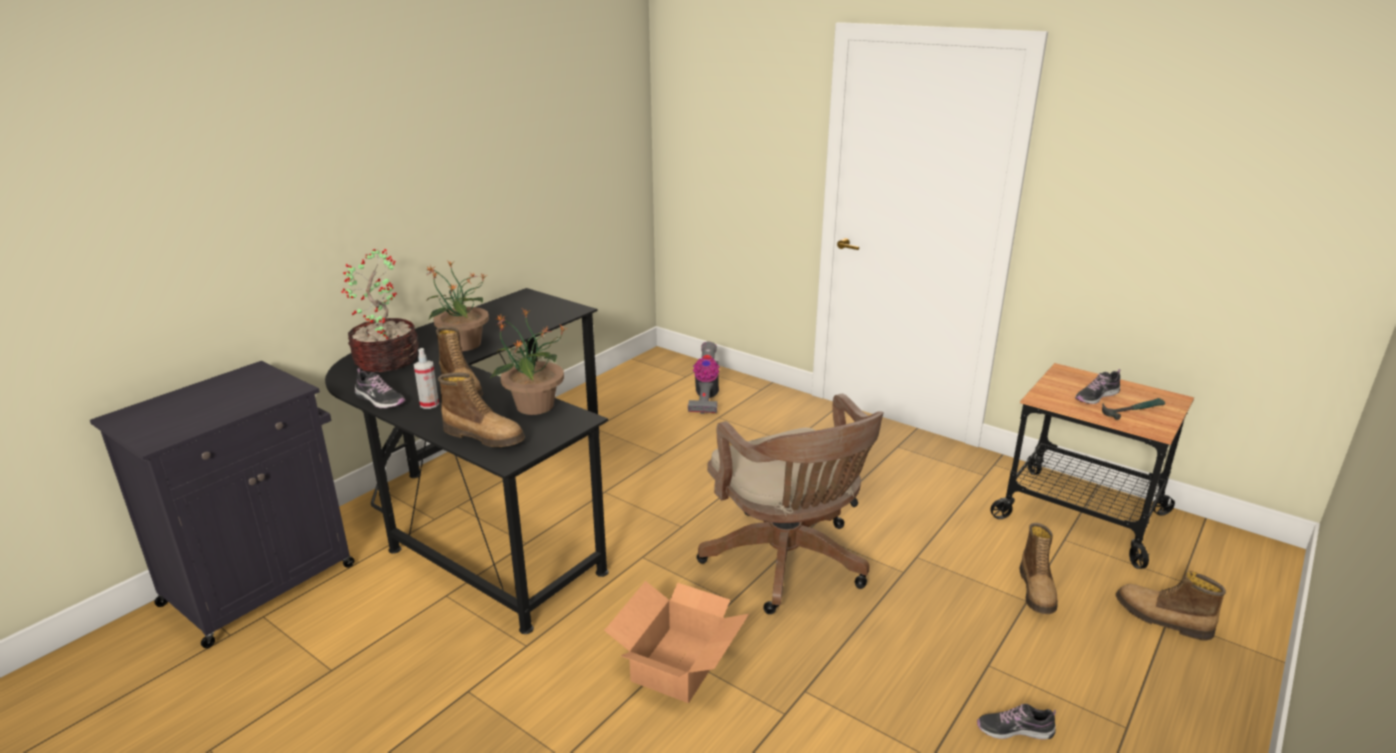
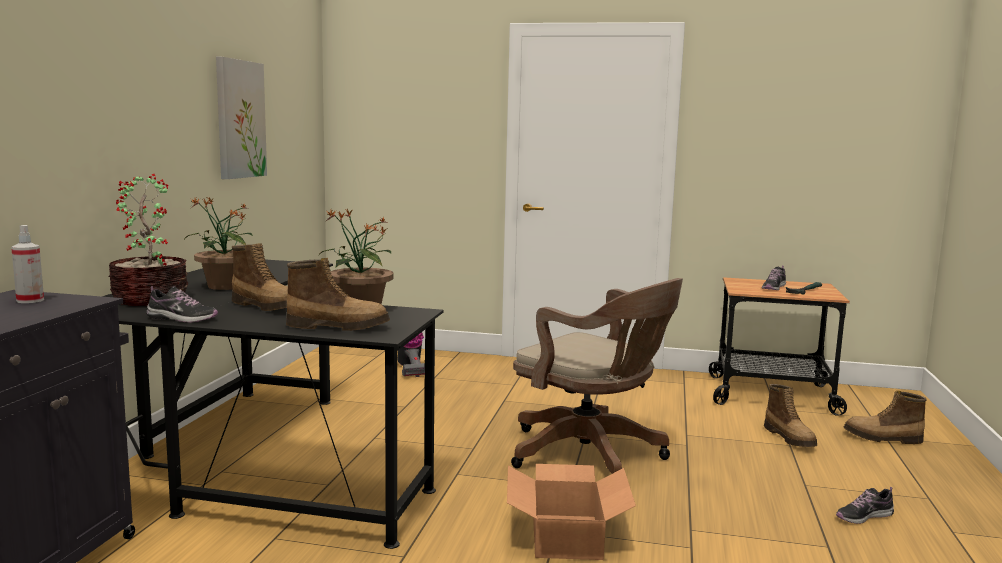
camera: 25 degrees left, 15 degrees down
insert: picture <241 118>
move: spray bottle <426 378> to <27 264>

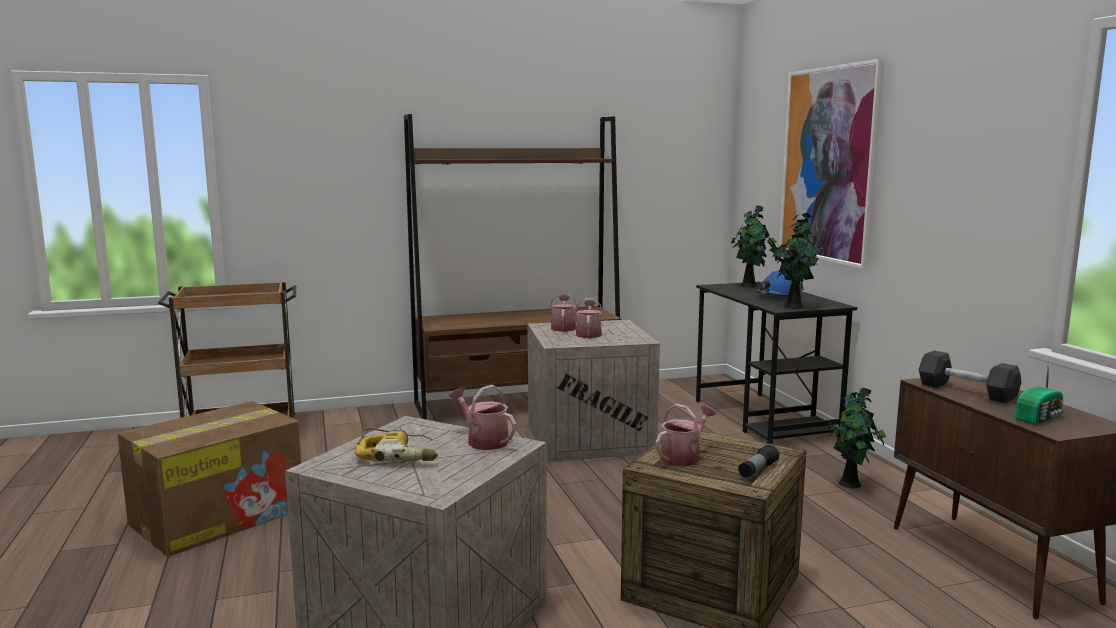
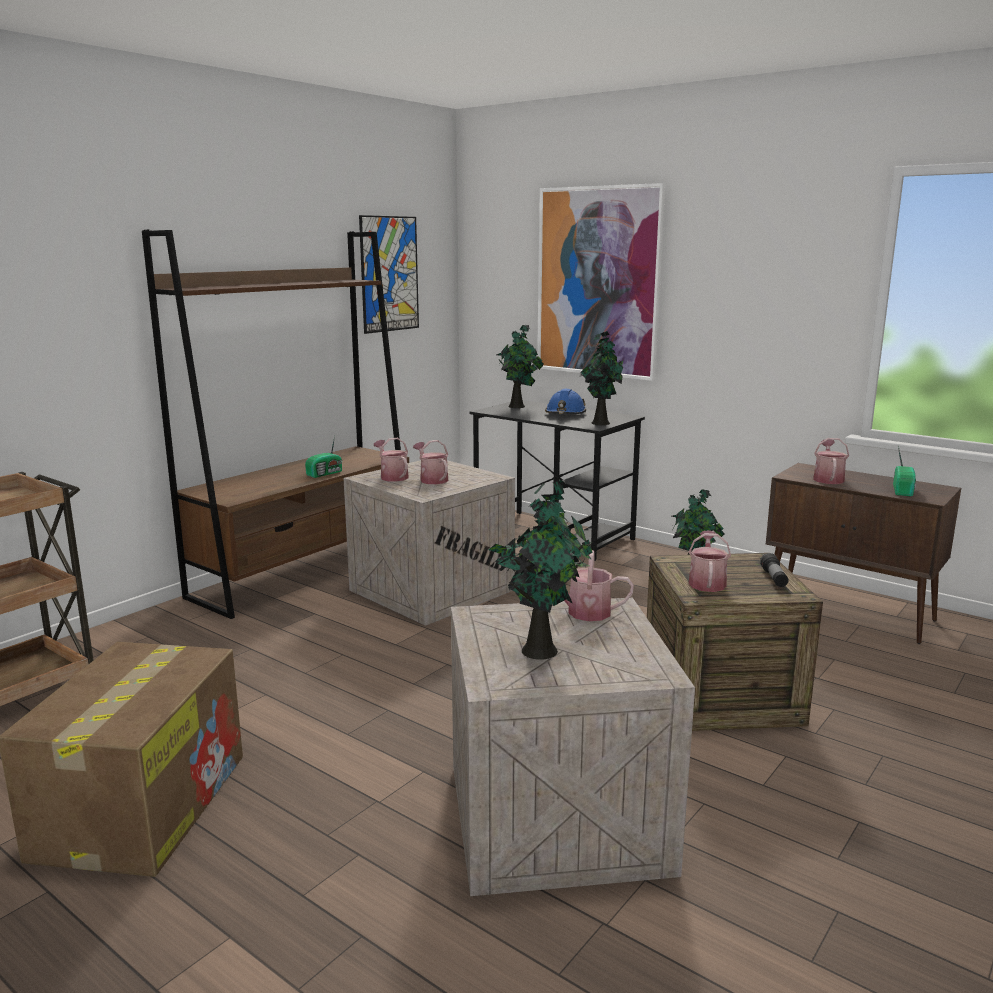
camera: 35 degrees left, 5 degrees up
insert: picture <389 274>; radio <323 457>
replace: dumbbell (grey) <970 376> to watering can <831 461>; power drill <396 445> to potted plant <541 570>

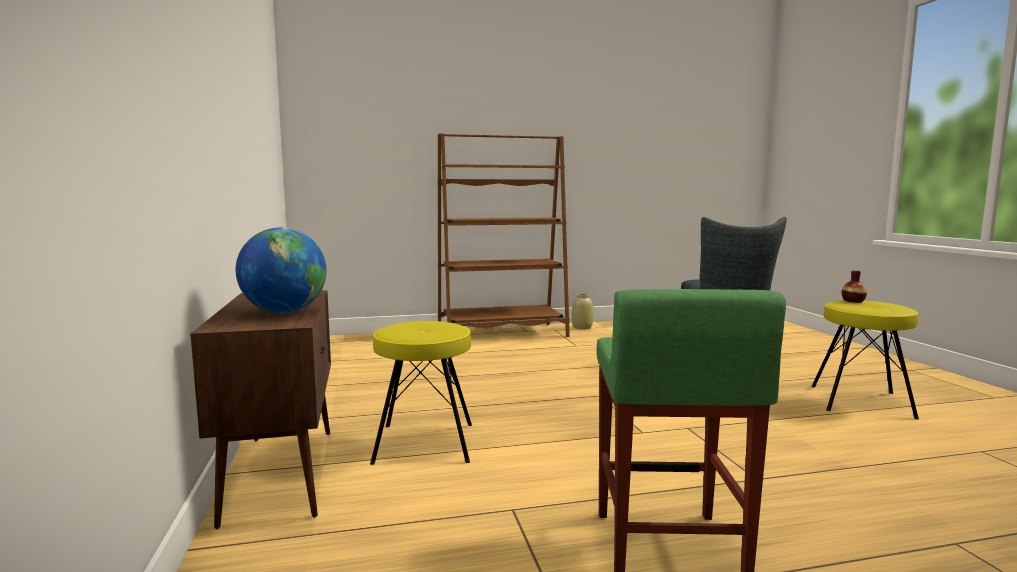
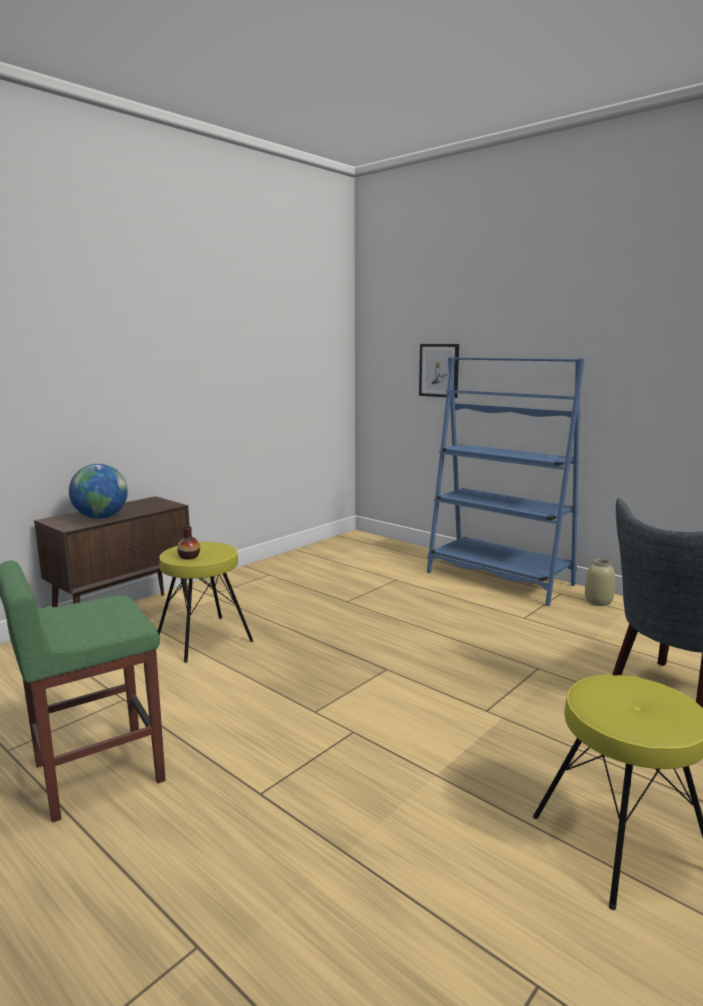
camera: 55 degrees right, 5 degrees up
insert: picture <439 371>
move: vase <854 287> to <188 542>
recolor: bookcase (brown) <504 235> to bookcase (blue) <506 481>

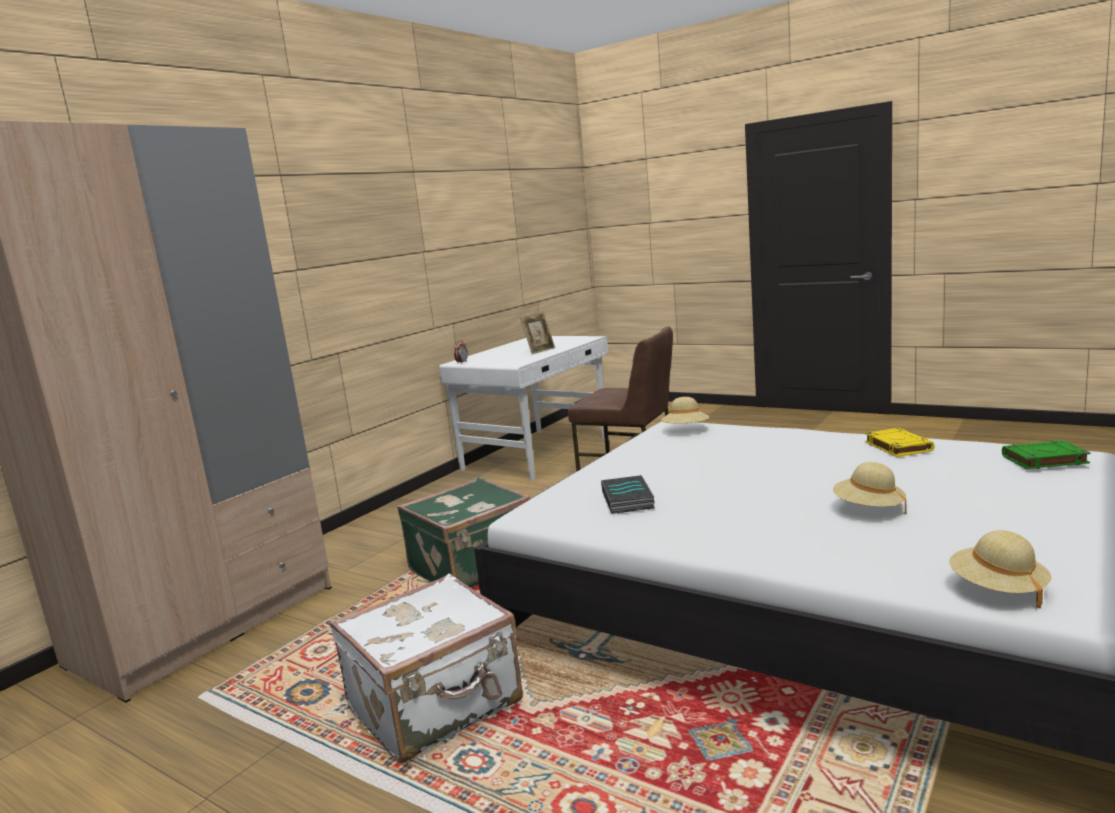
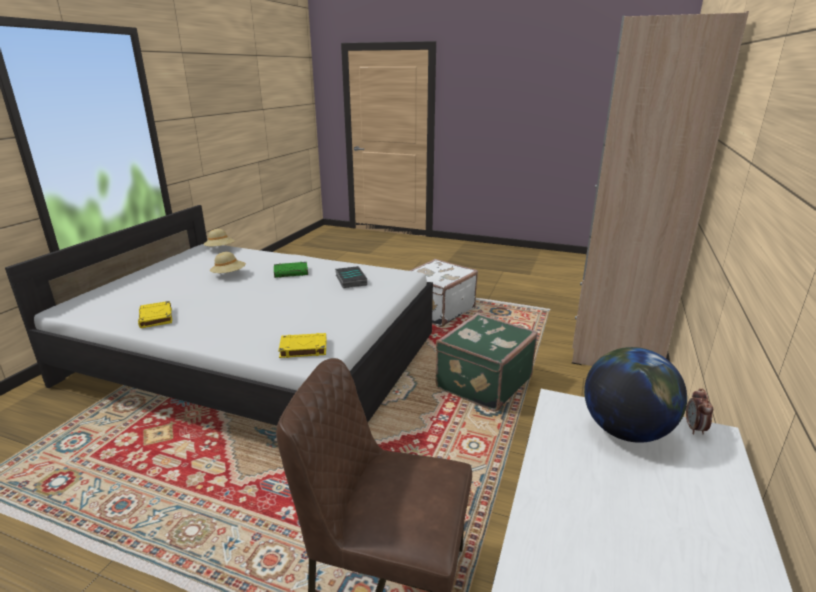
camera: 165 degrees right, 10 degrees up
delete: picture frame <537 333>
insert: globe <635 395>
move: book (green) <1046 454> to <291 270>
replace: hat (beige) <685 410> to book (yellow) <302 345>

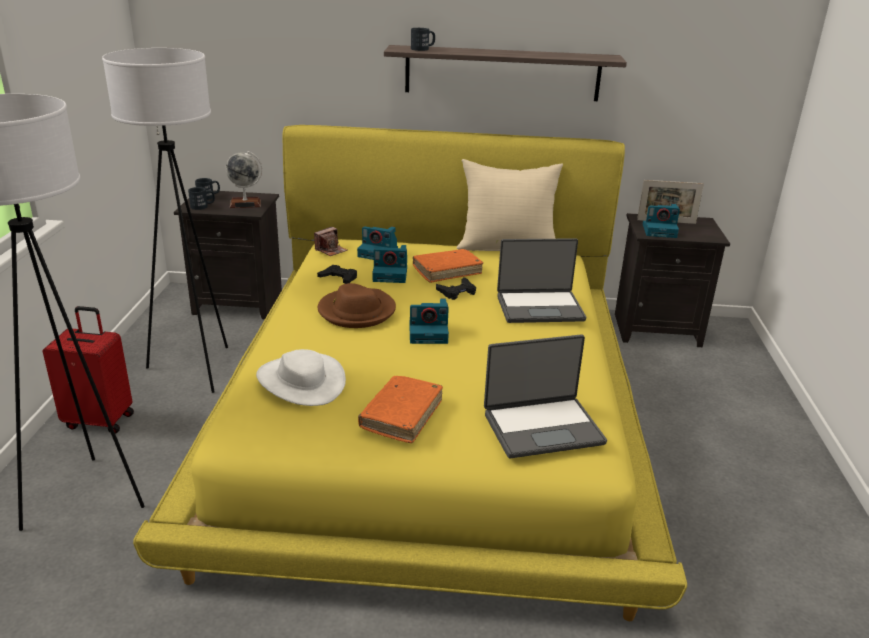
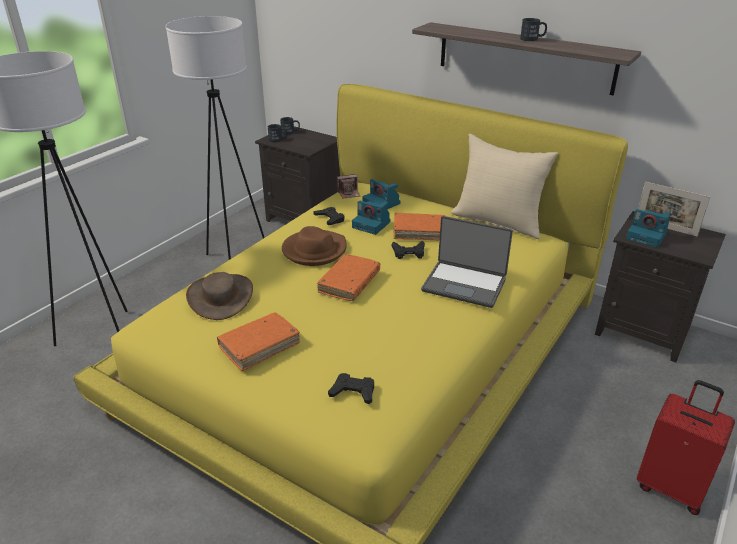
camera: 30 degrees right, 5 degrees up
delete: globe <243 179>
move: mug (black) <423 39> to <533 29>; suitcase (red) <88 370> to <686 447>
replace: photo camera <429 321> to book (orange) <348 277>; laptop <545 396> to game controller (black) <351 388>
recolor: hat (white) <301 377> to hat (brown) <219 296>

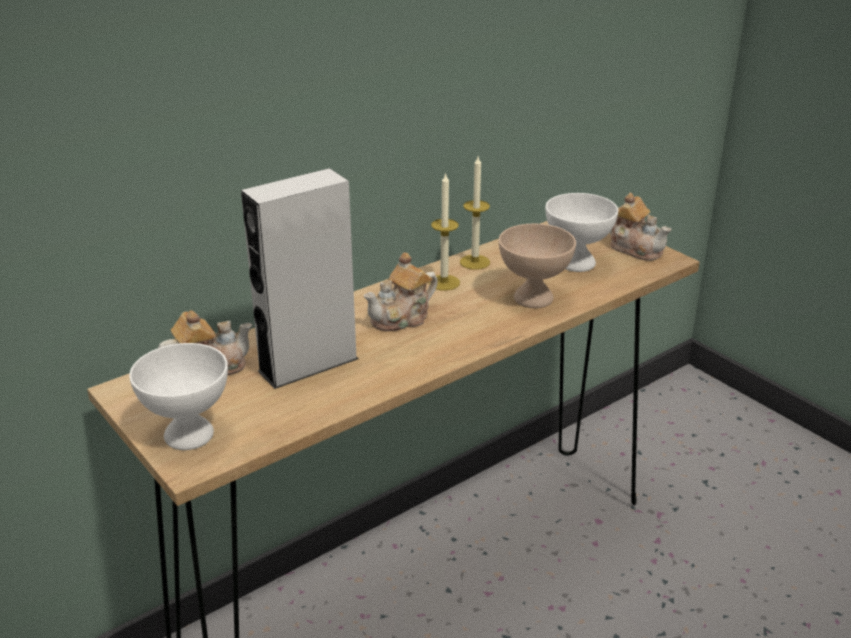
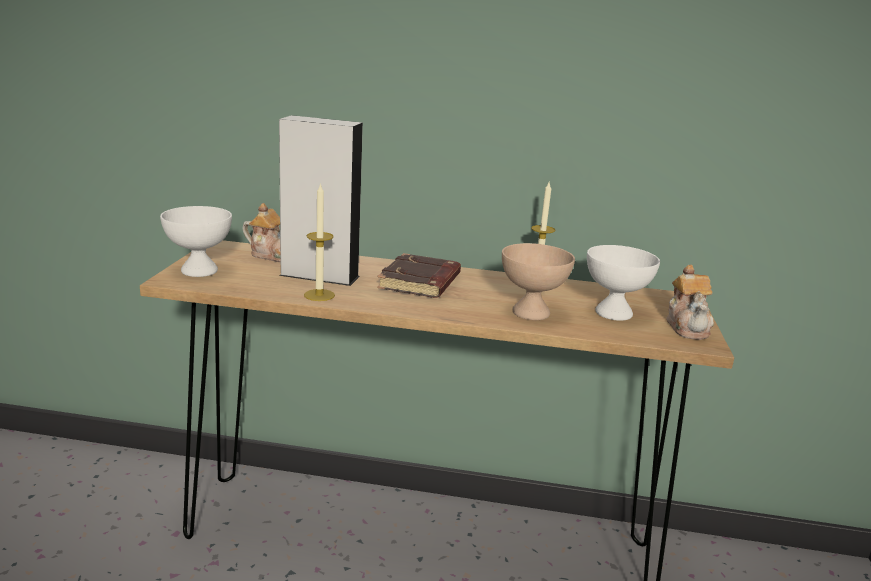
camera: 45 degrees right, 10 degrees down
move: candle <444 231> to <319 242>
replace: teapot <401 291> to book (brown) <419 275>

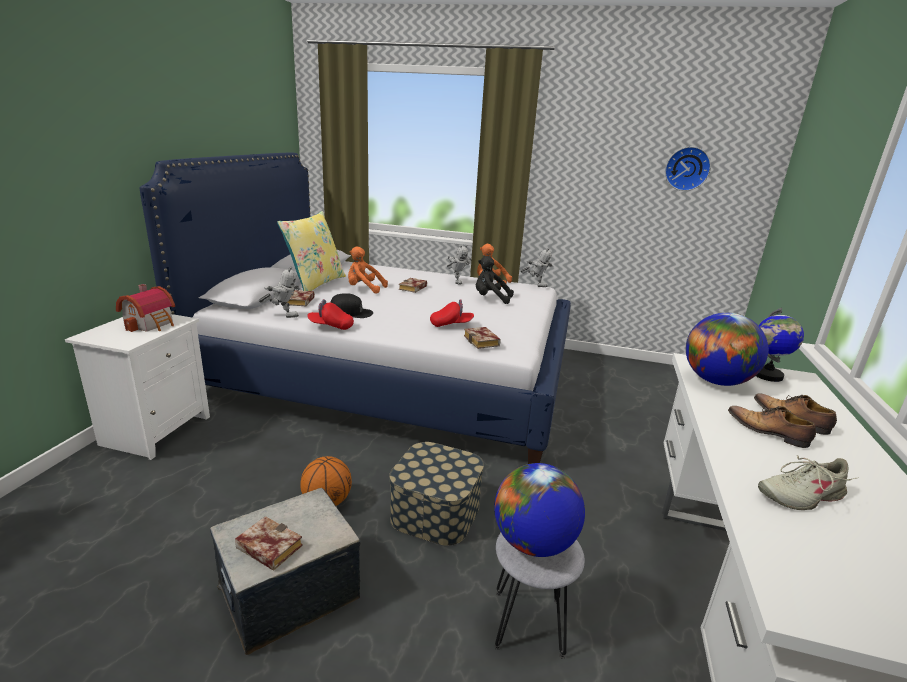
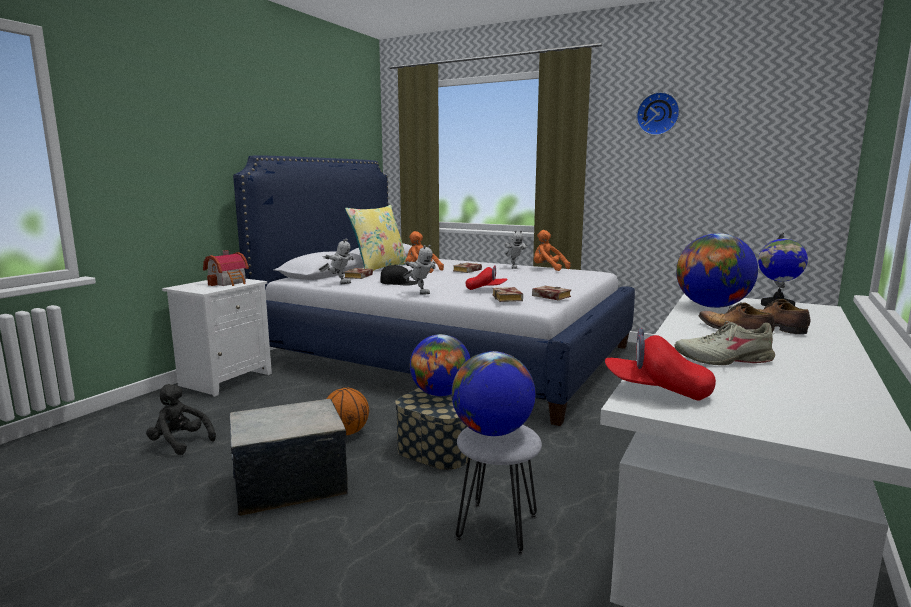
camera: 15 degrees right, 10 degrees down
insert: globe <440 365>
move: wall clock <688 169> to <658 113>; toy robot <537 267> to <419 269>; plush toy (black) <495 280> to <181 419>; cap (red) <330 314> to <660 364>; book <269 543> to <551 293>

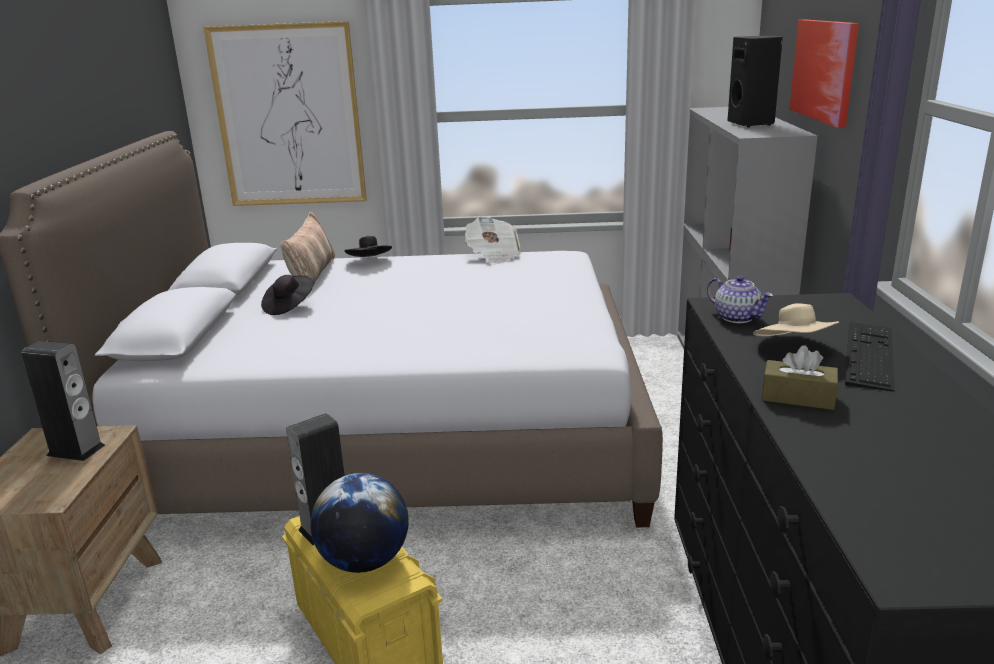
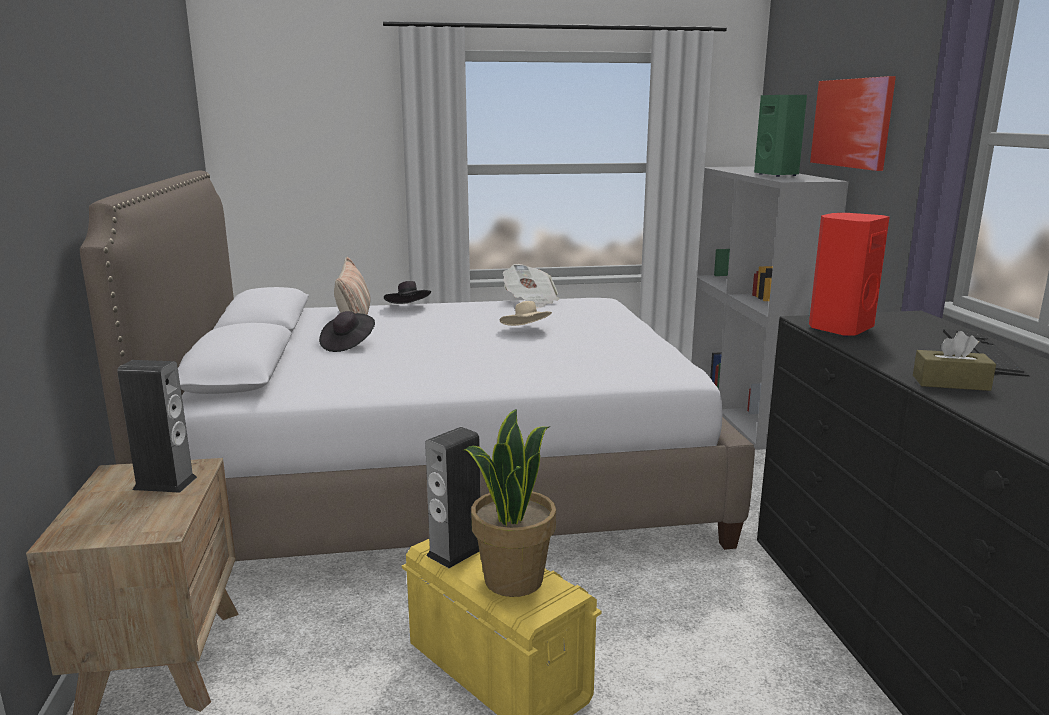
camera: 10 degrees left, 5 degrees down
delete: picture <285 113>
move: hat (beige) <796 319> to <526 313>
replace: teapot <740 299> to speaker (red) <849 275>; globe <359 523> to potted plant <509 503>
recolor: speaker (black) <755 81> to speaker (green) <780 136>

